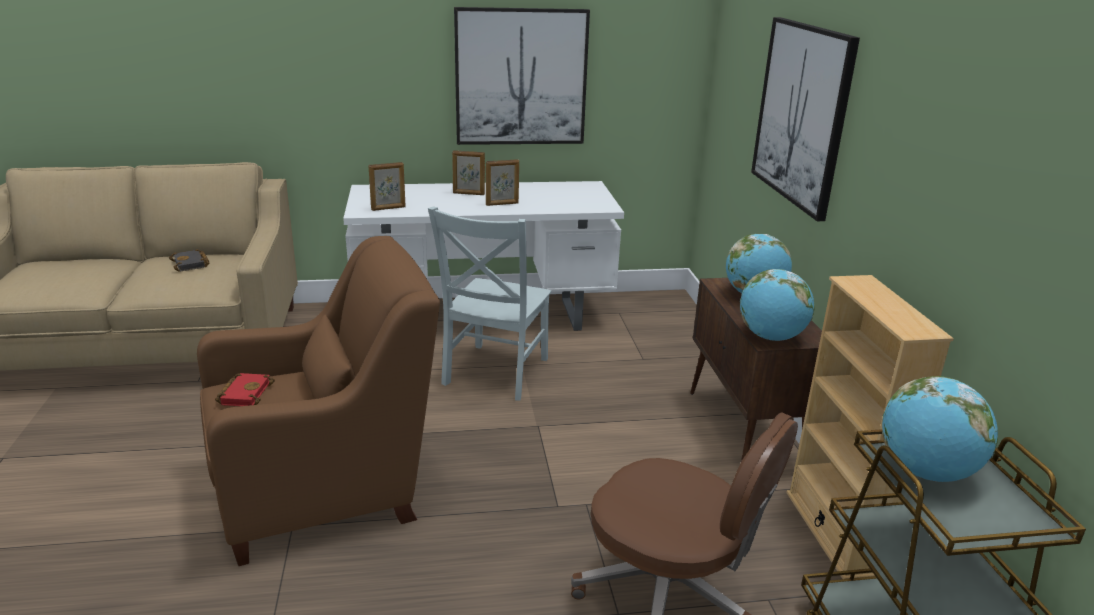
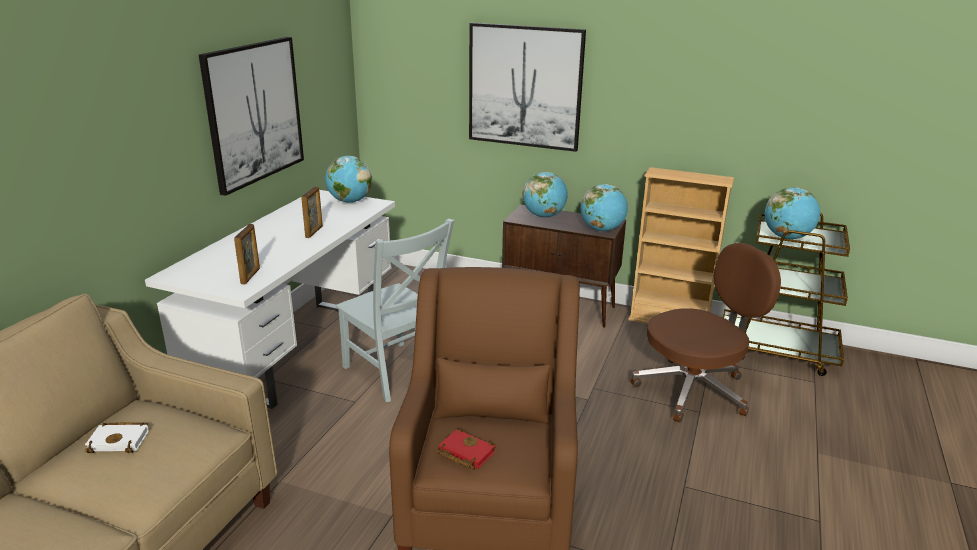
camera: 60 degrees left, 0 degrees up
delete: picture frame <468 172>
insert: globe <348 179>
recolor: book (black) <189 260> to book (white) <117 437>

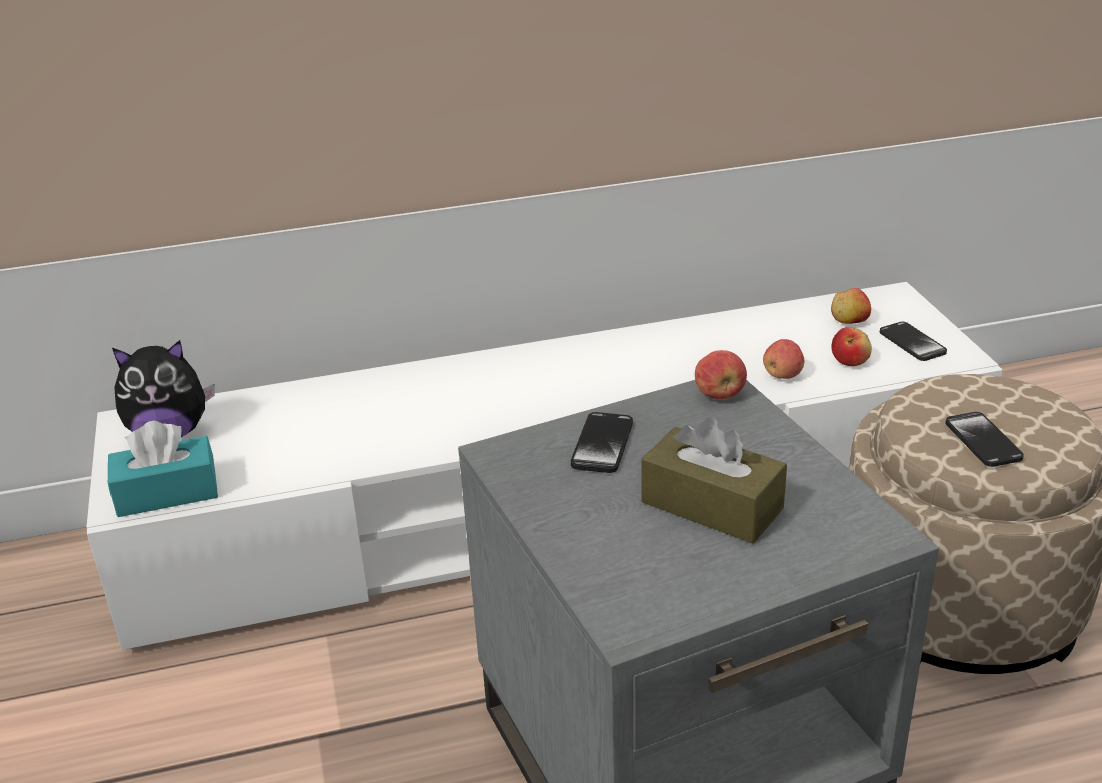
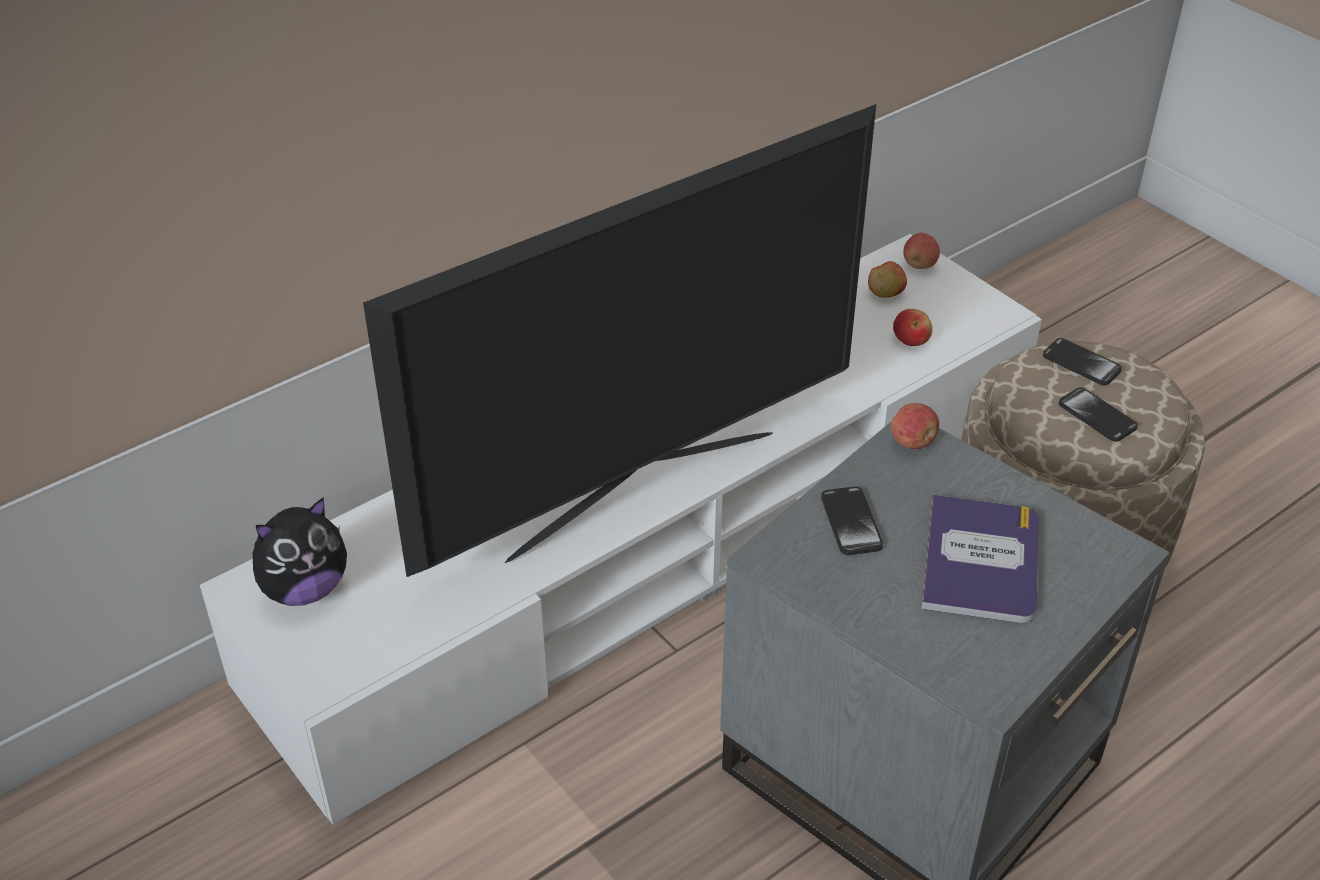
camera: 25 degrees left, 10 degrees up
delete: tissue box (turquoise) <163 469>
insert: television <619 340>
move: phone <913 341> to <1082 361>; apple <783 359> to <921 251>
replace: tissue box (brown) <714 480> to book <980 559>

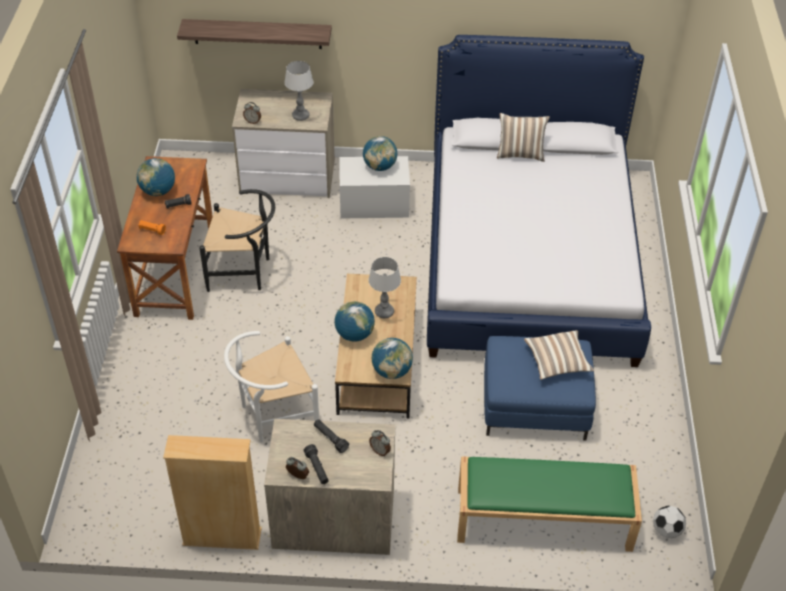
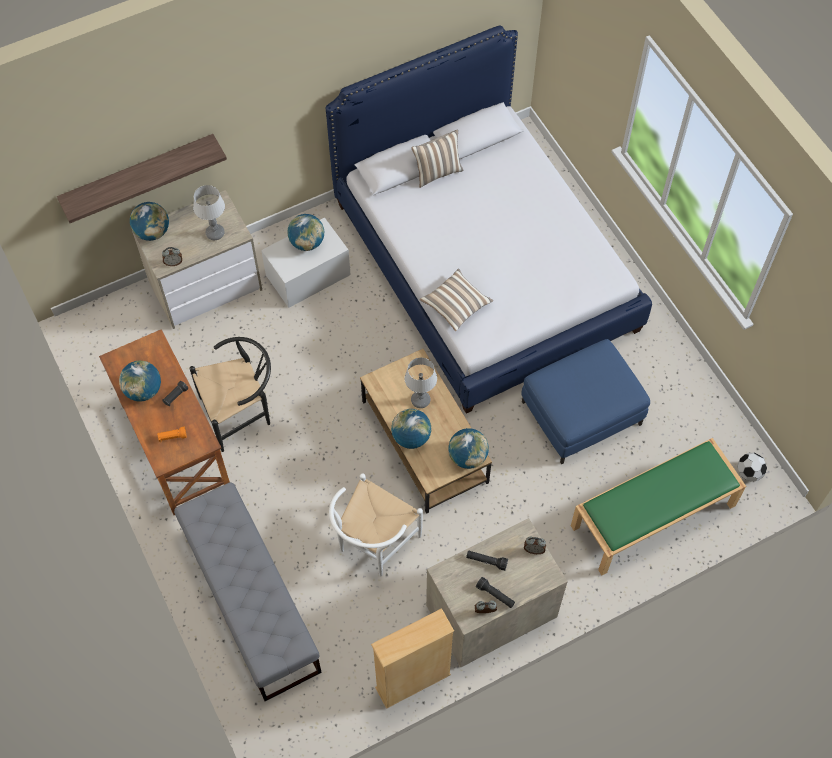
camera: 30 degrees left, 15 degrees up
insert: globe <149 221>; bench (grey) <248 591>
move: pillow <559 355> to <456 300>

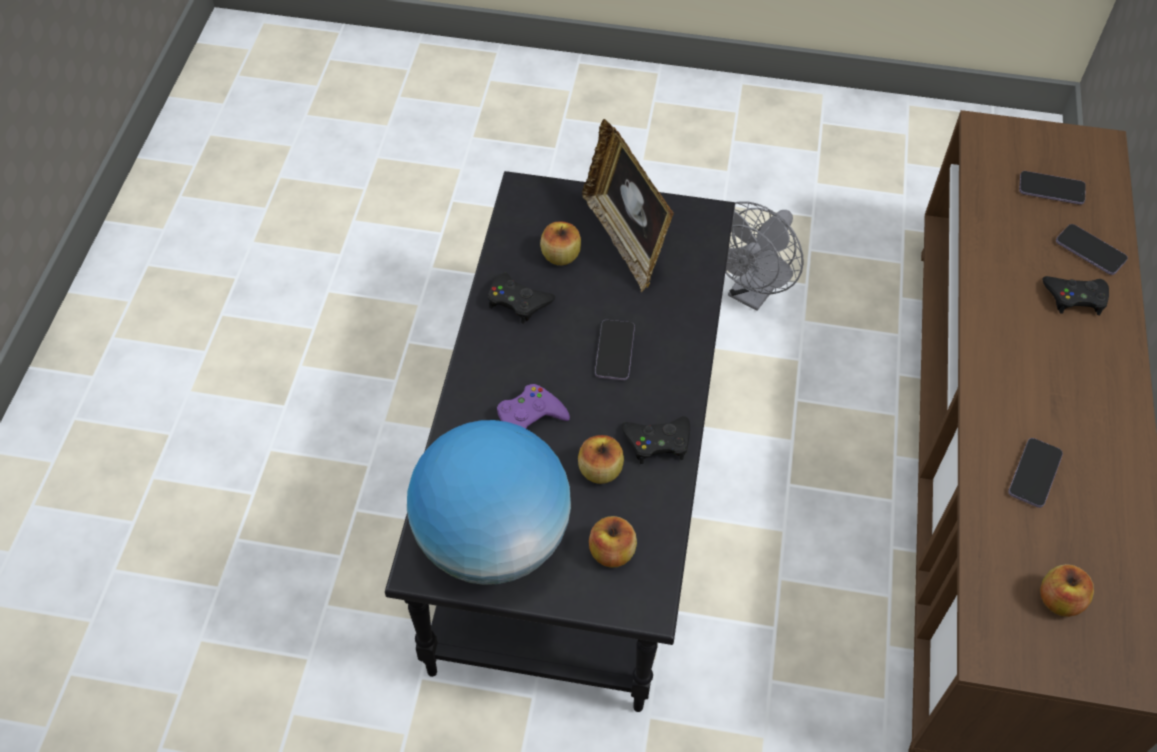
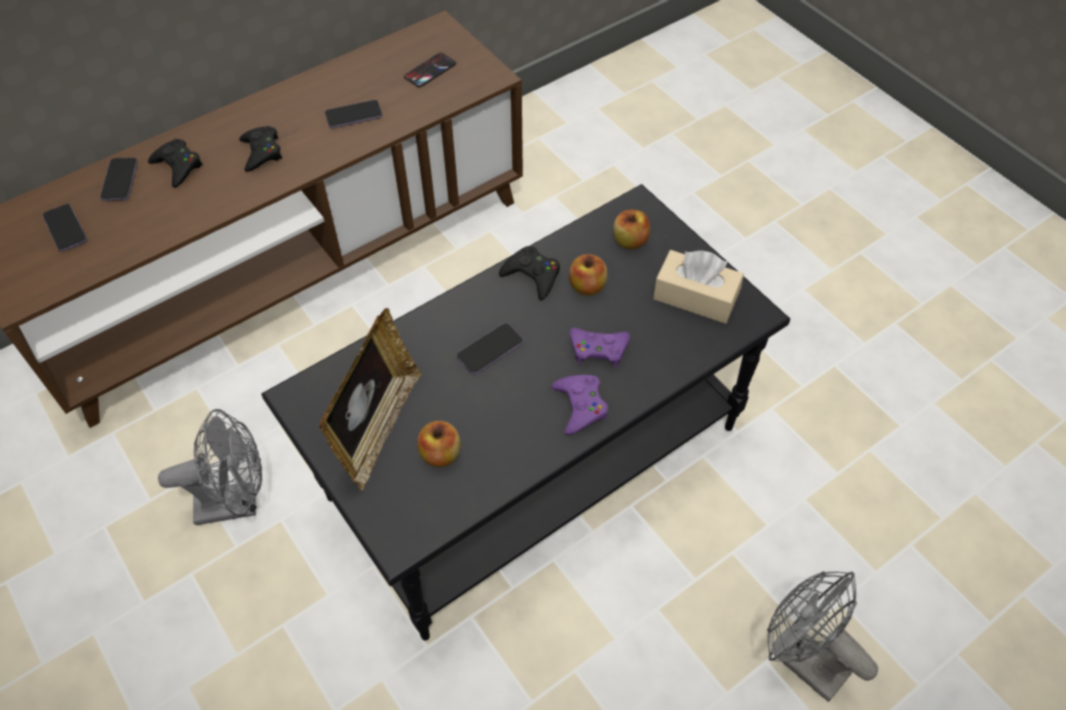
camera: 135 degrees left, 0 degrees up
insert: game controller (purple) <579 405>; fan (grey) <822 636>
move: game controller (black) <521 298> to <260 149>
replace: globe <489 502> to tissue box (beige) <698 287>; apple <1067 590> to phone <430 69>

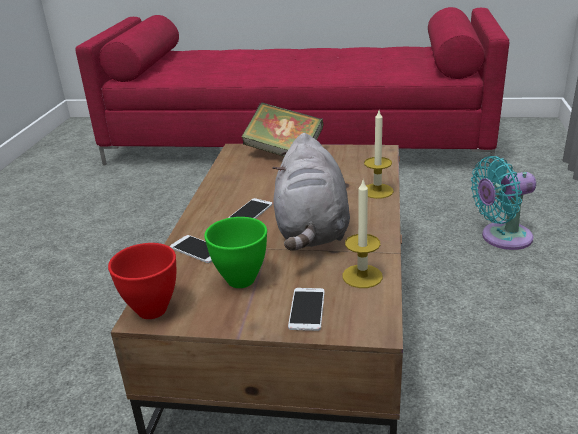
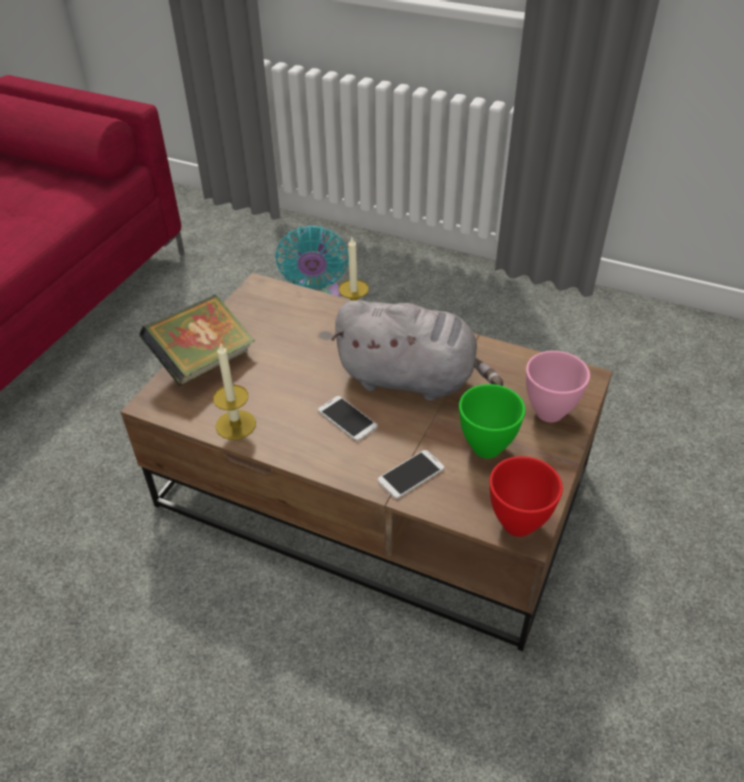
camera: 75 degrees left, 15 degrees up
move: candle <363 233> to <234 391>
replace: phone <306 309> to bowl (pink) <558 386>

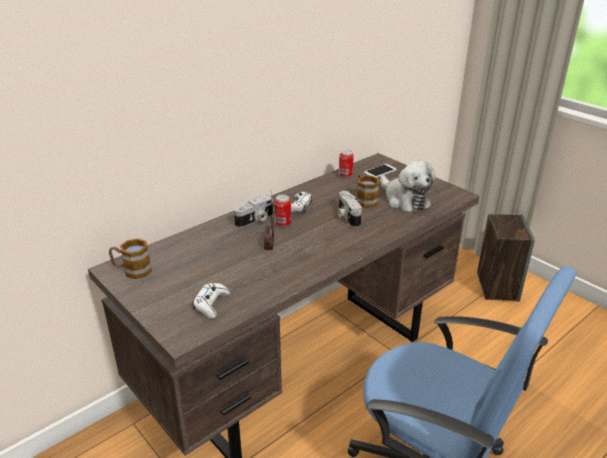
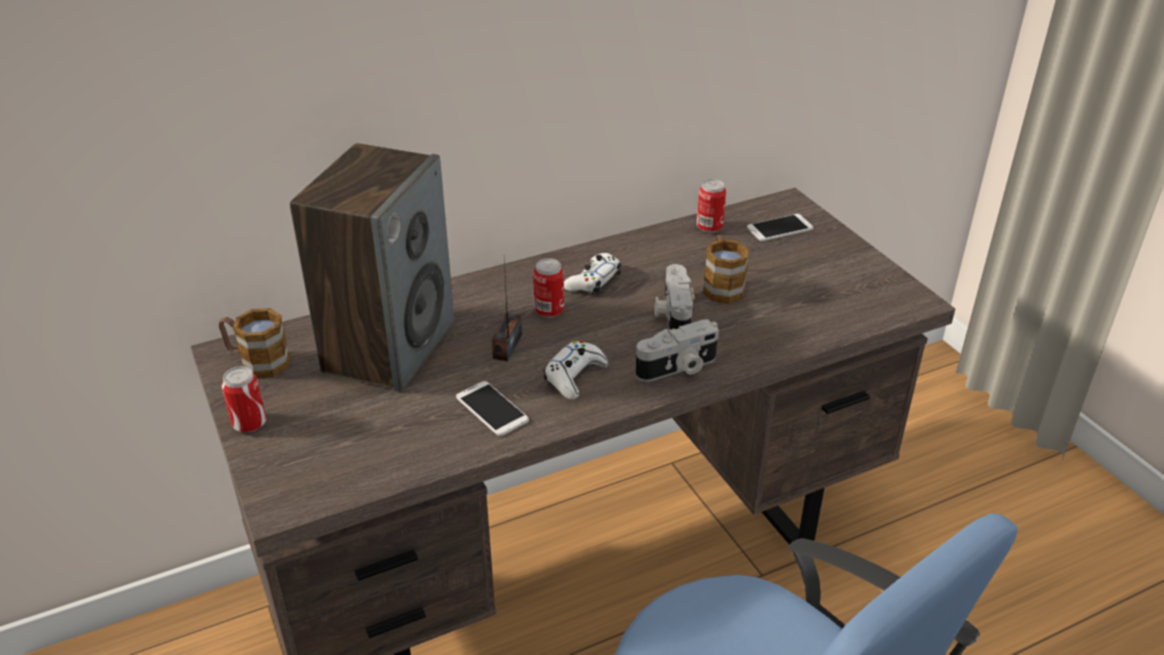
camera: 15 degrees right, 5 degrees up
delete: plush toy <408 186>
insert: can <244 399>; phone <492 408>
move: photo camera <253 211> to <677 350>; speaker <506 258> to <372 267>; game controller (white) <211 300> to <576 370>

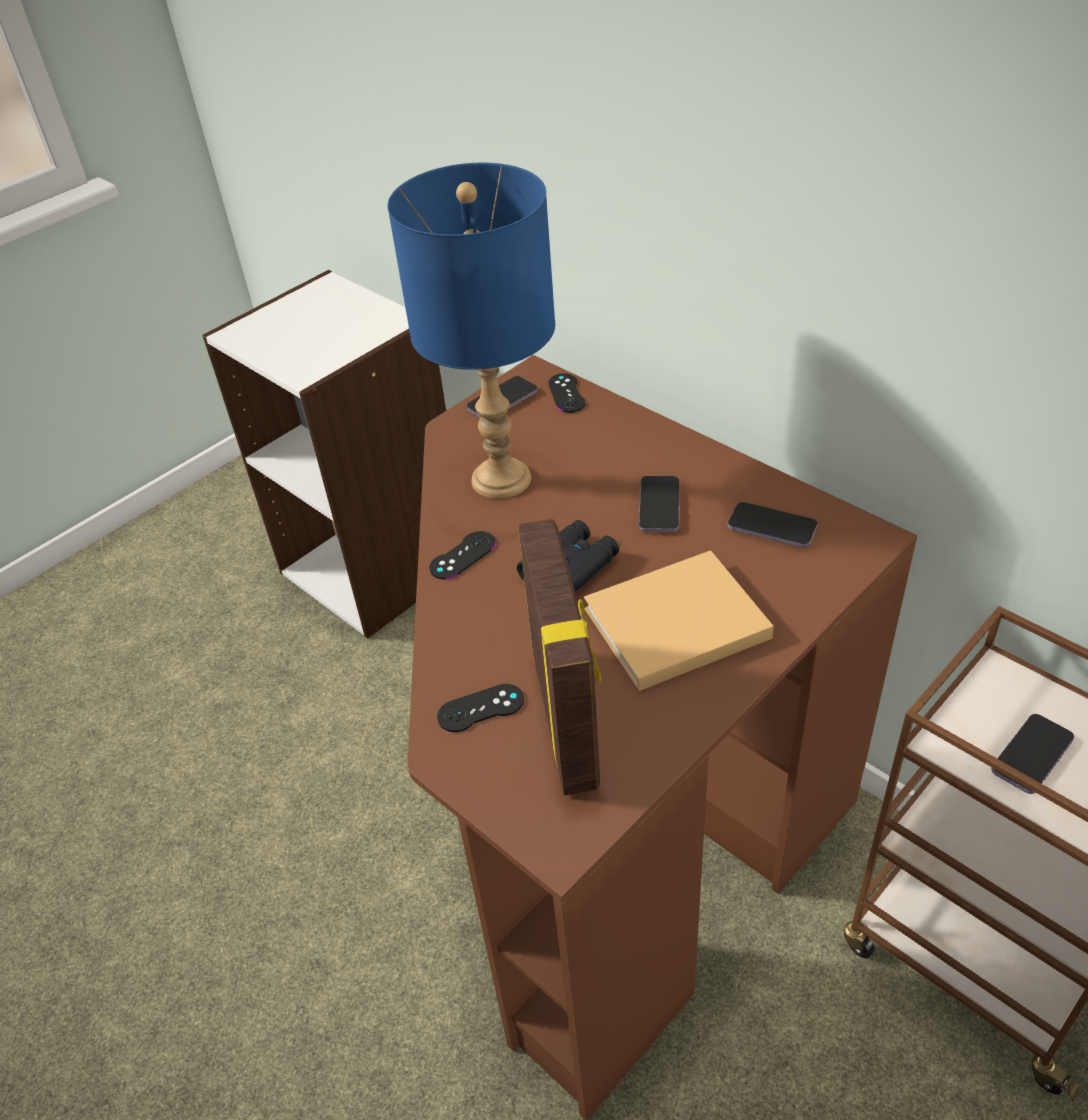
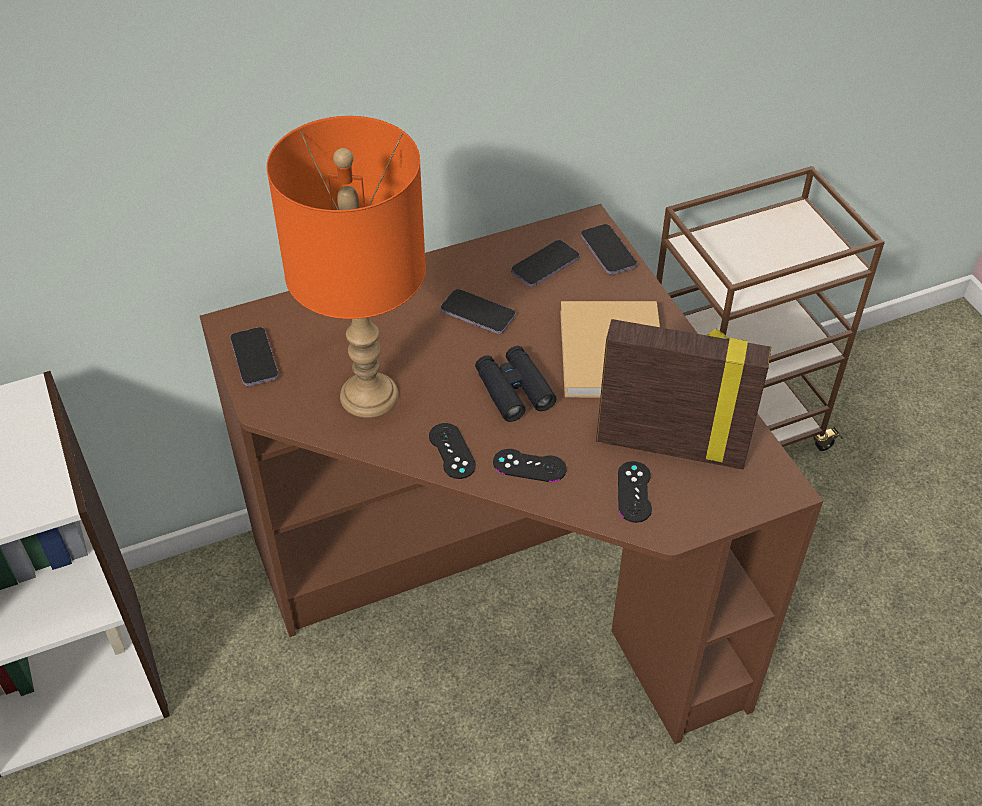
camera: 70 degrees left, 5 degrees up
move: game controller (black) <566 393> to <530 465>; phone <1032 754> to <609 249>
recolor: table lamp (blue) <471 331> to table lamp (orange) <346 267>

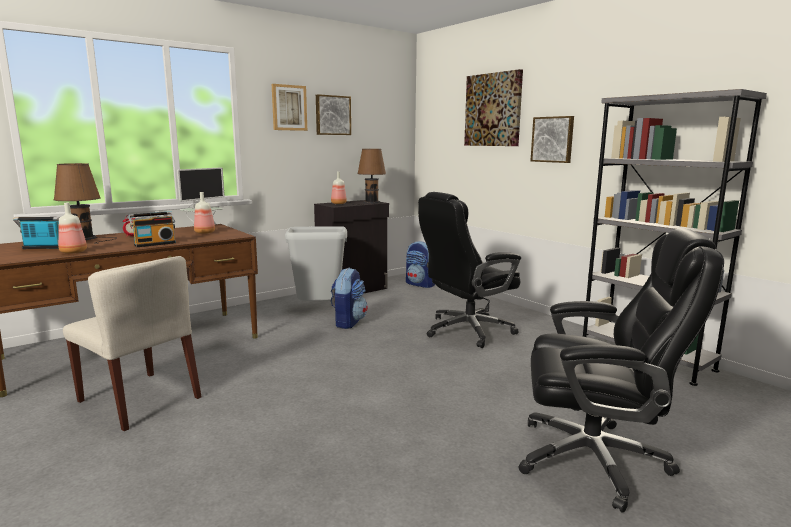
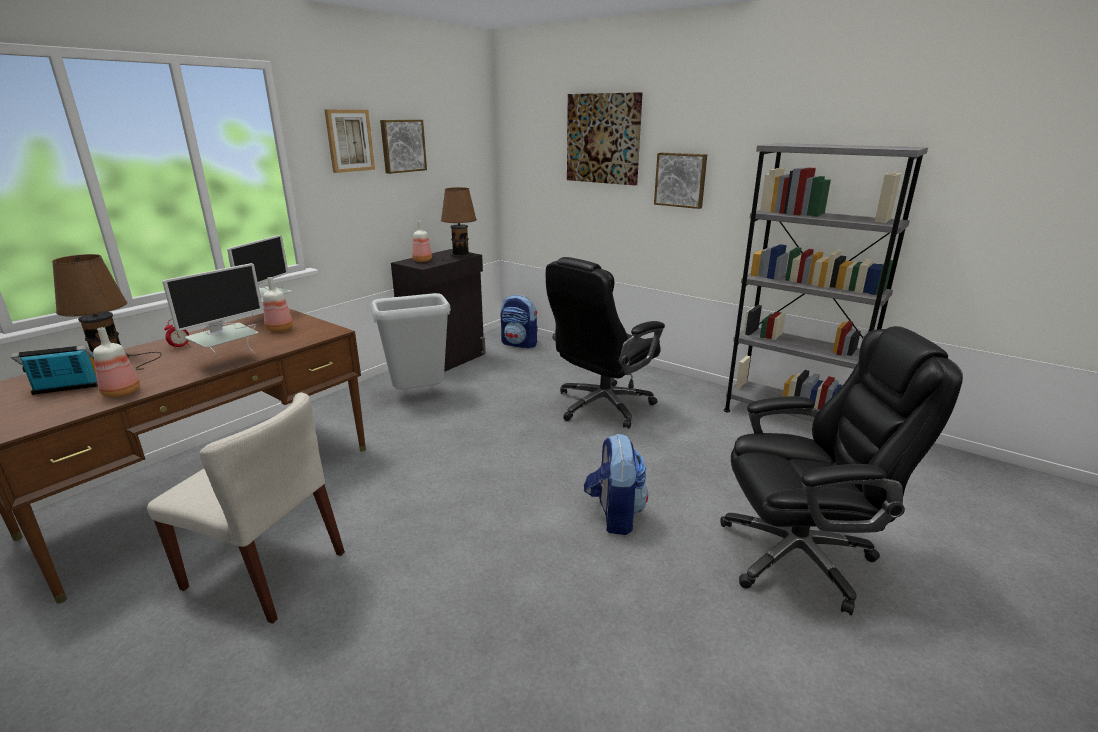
camera: 15 degrees left, 10 degrees up
move: backpack <349 298> to <616 484>
replace: radio <152 229> to monitor <212 309>

